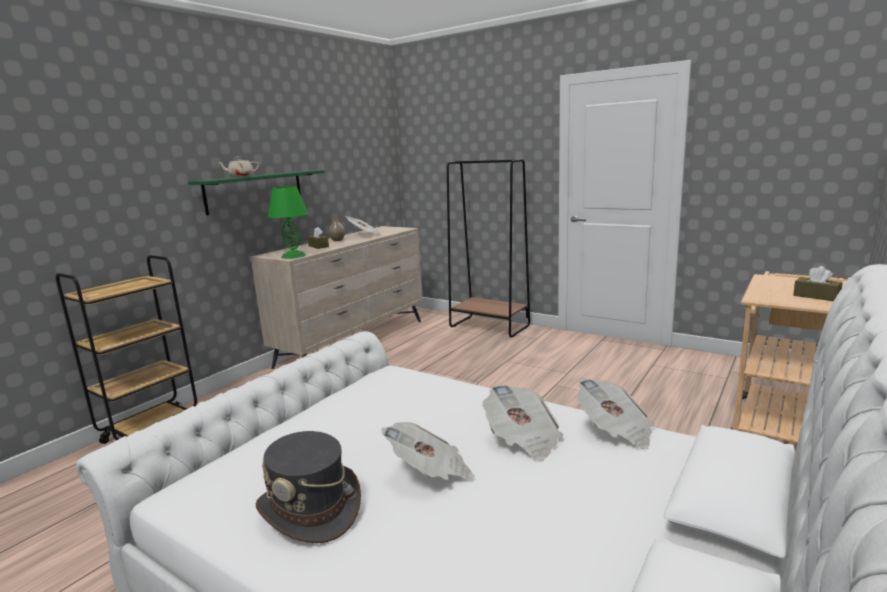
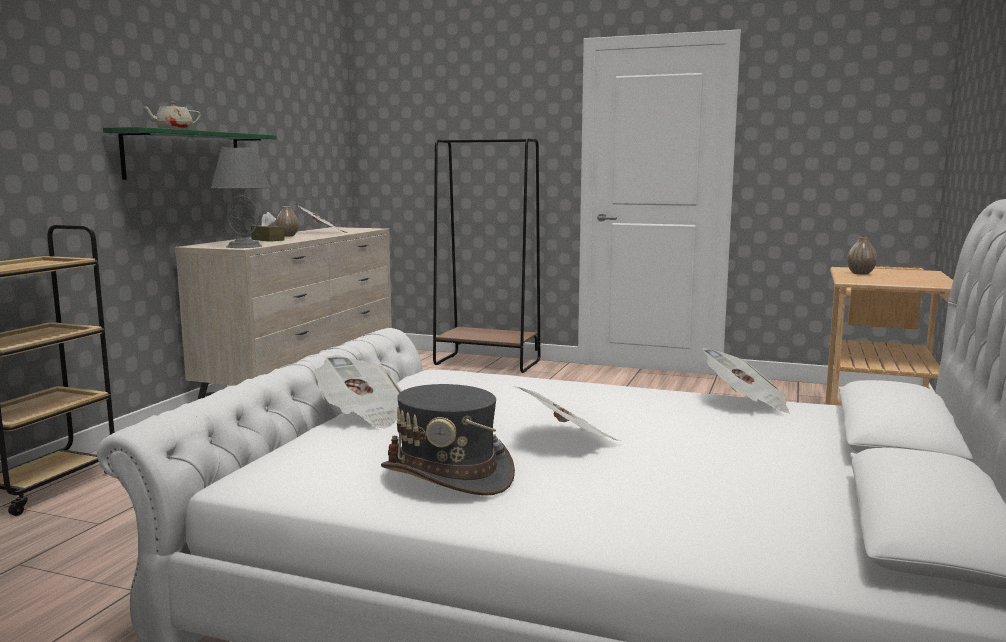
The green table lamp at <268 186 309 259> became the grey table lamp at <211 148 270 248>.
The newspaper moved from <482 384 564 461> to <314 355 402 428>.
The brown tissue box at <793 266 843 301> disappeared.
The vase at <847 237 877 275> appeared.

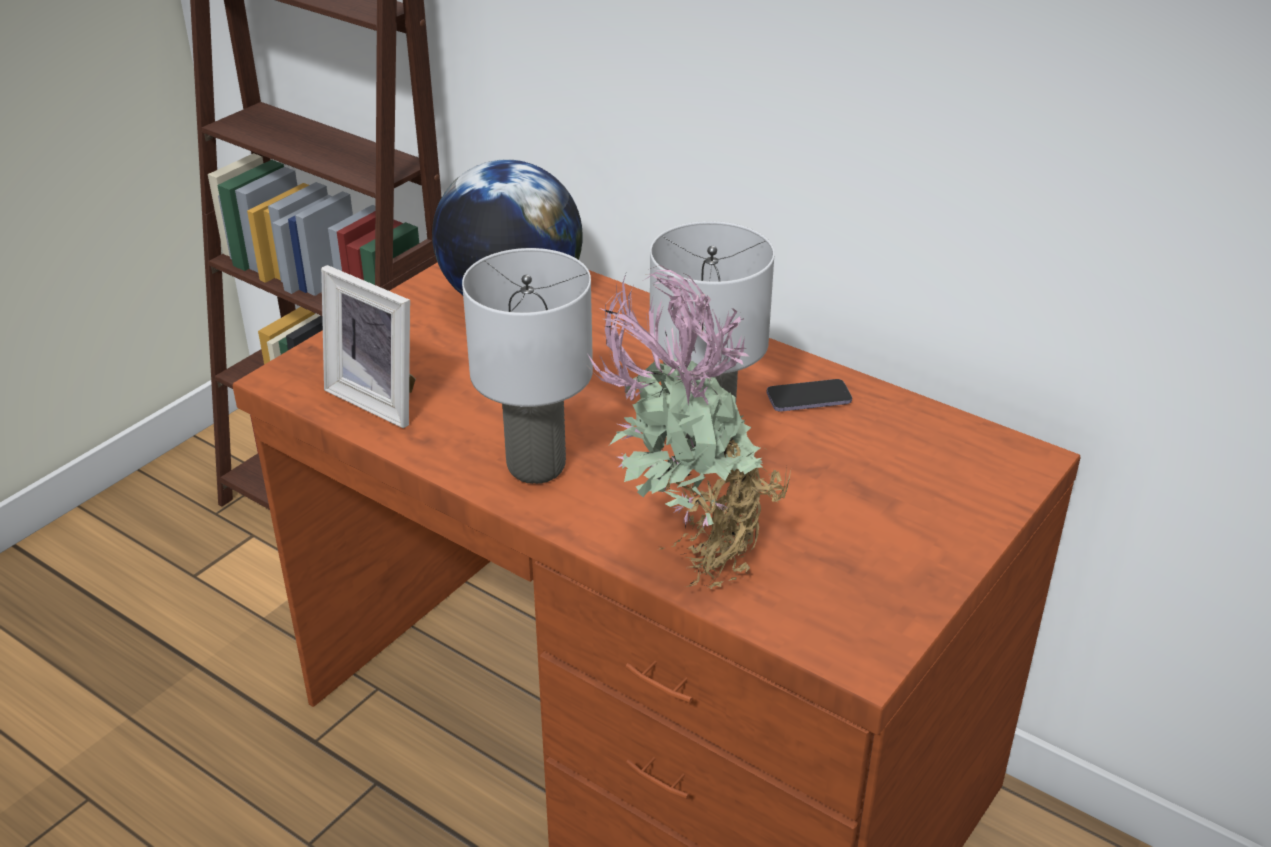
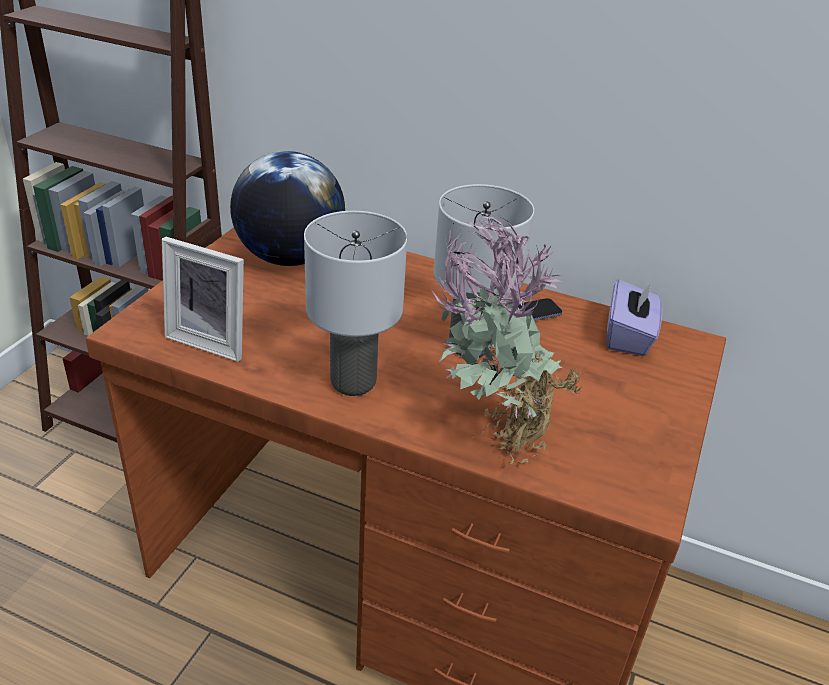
The purple tissue box at <607 279 662 356> appeared.

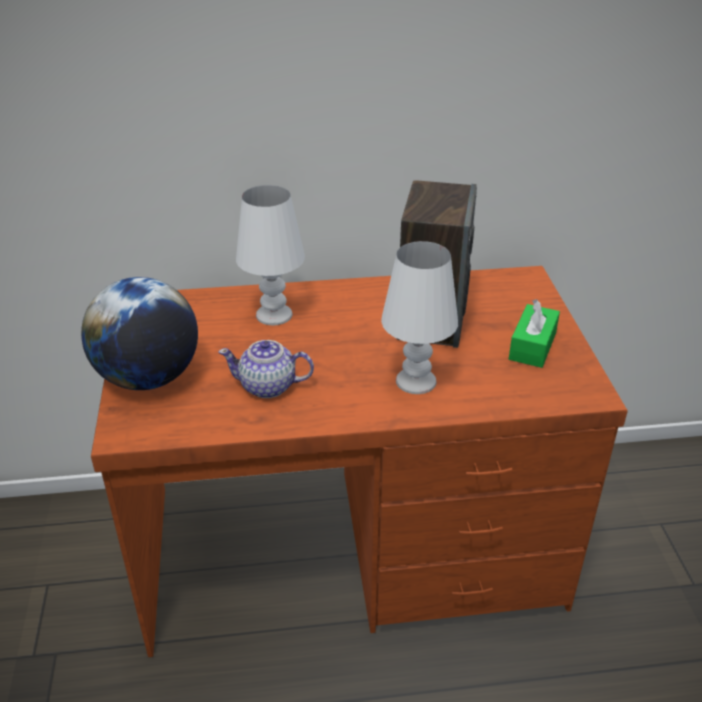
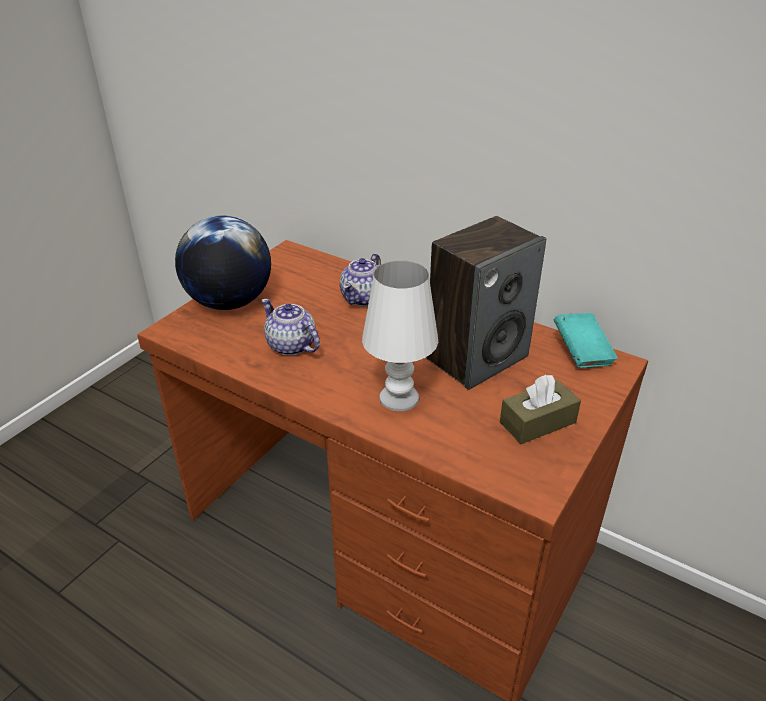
The white table lamp at <236 185 305 325> was replaced by the teapot at <340 253 381 306>.
The green tissue box at <509 299 560 368> became the brown tissue box at <500 375 581 444>.
The turquoise book at <554 313 618 368> appeared.

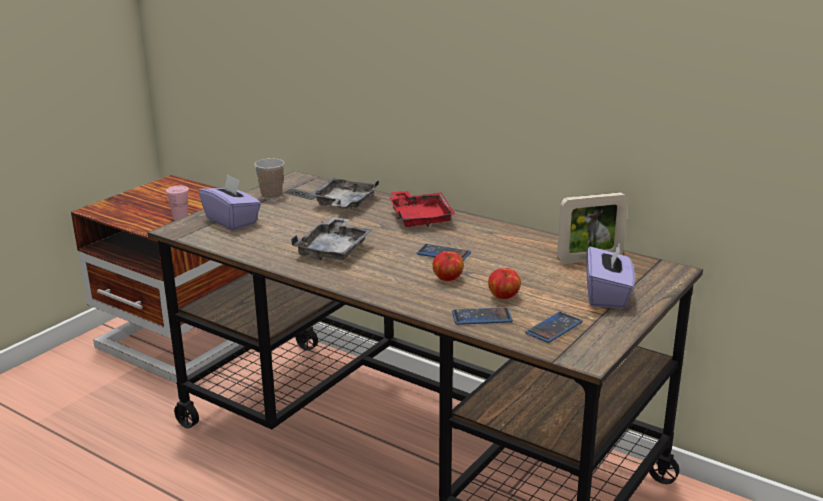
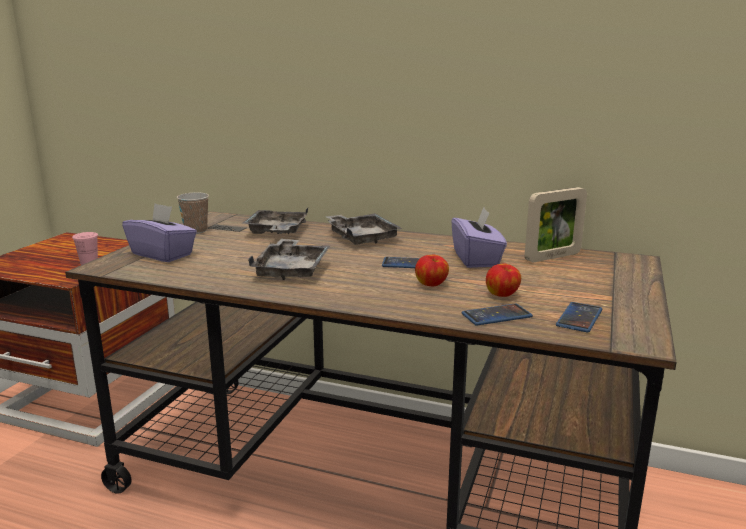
The red tray at <390 191 455 227> became the grey tray at <325 213 403 245>.
The purple tissue box moved from <587 242 635 309> to <451 207 507 268>.

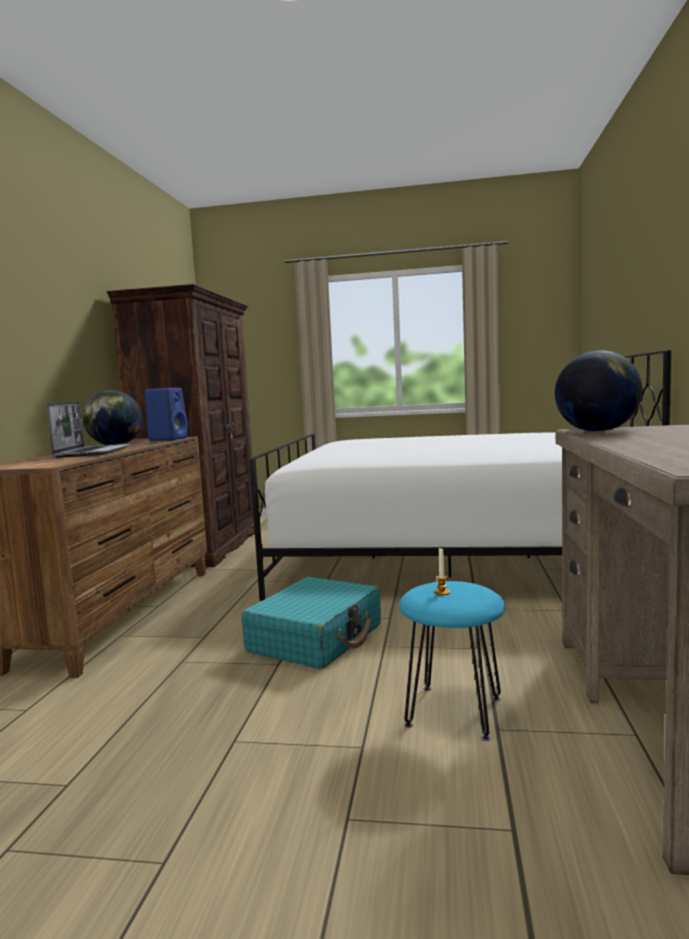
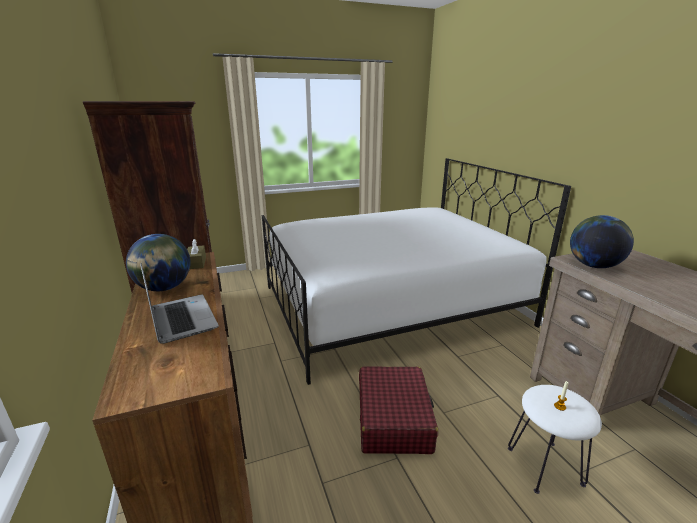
The blue speaker at <145 388 188 441> was replaced by the brown tissue box at <187 239 206 269>.
The turquoise suitcase at <241 577 381 669> became the red suitcase at <359 366 438 454>.
The turquoise stool at <399 581 505 741> became the white stool at <508 385 602 494>.

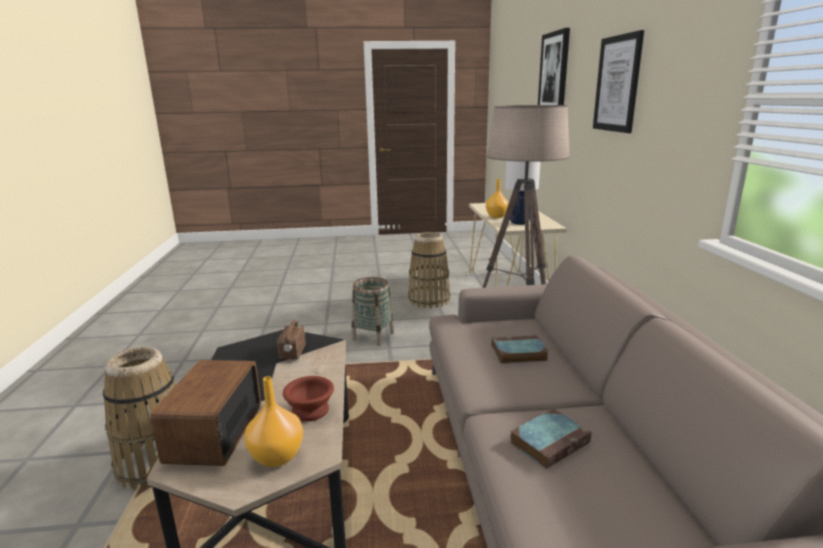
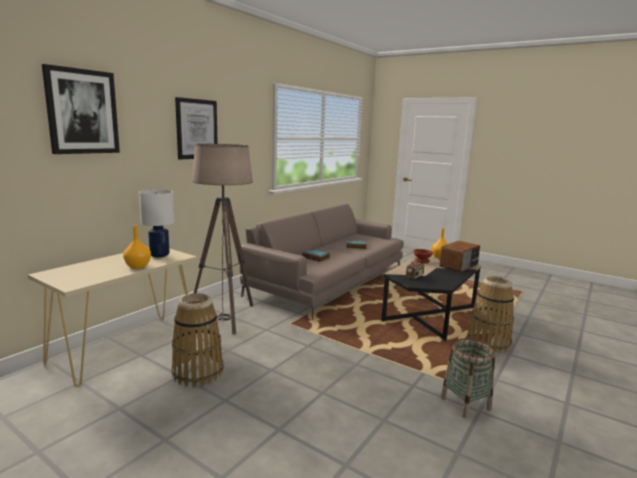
The basket moved from <352 277 394 346> to <441 338 495 418>.

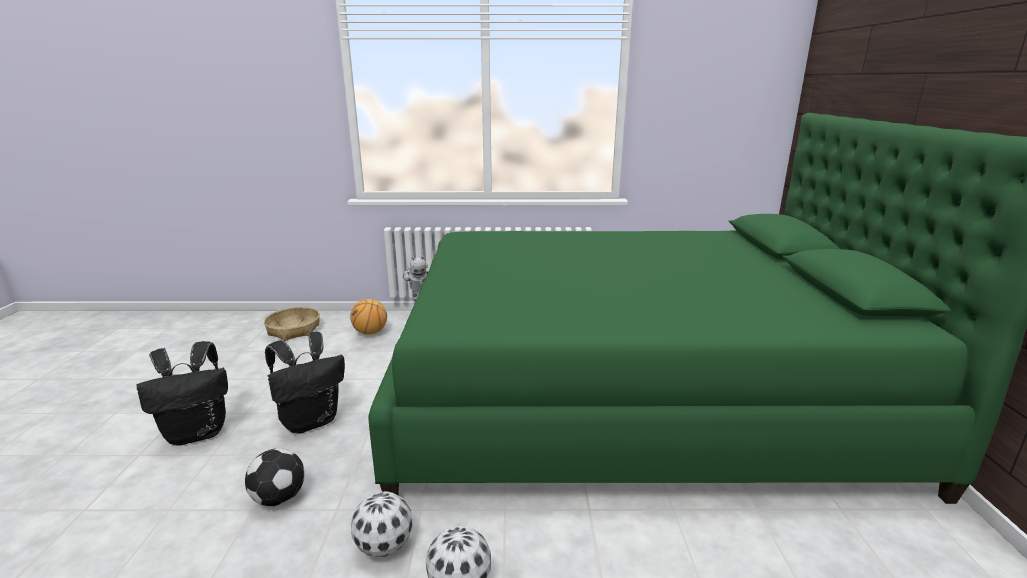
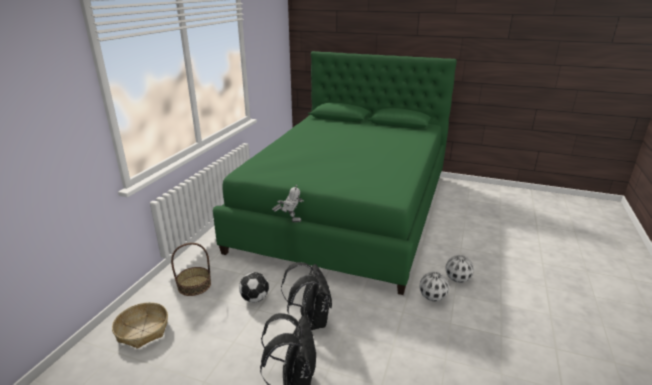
The football moved from <245 448 305 506> to <239 272 269 303>.
The basketball at <350 299 387 335> was replaced by the basket at <171 243 211 296>.

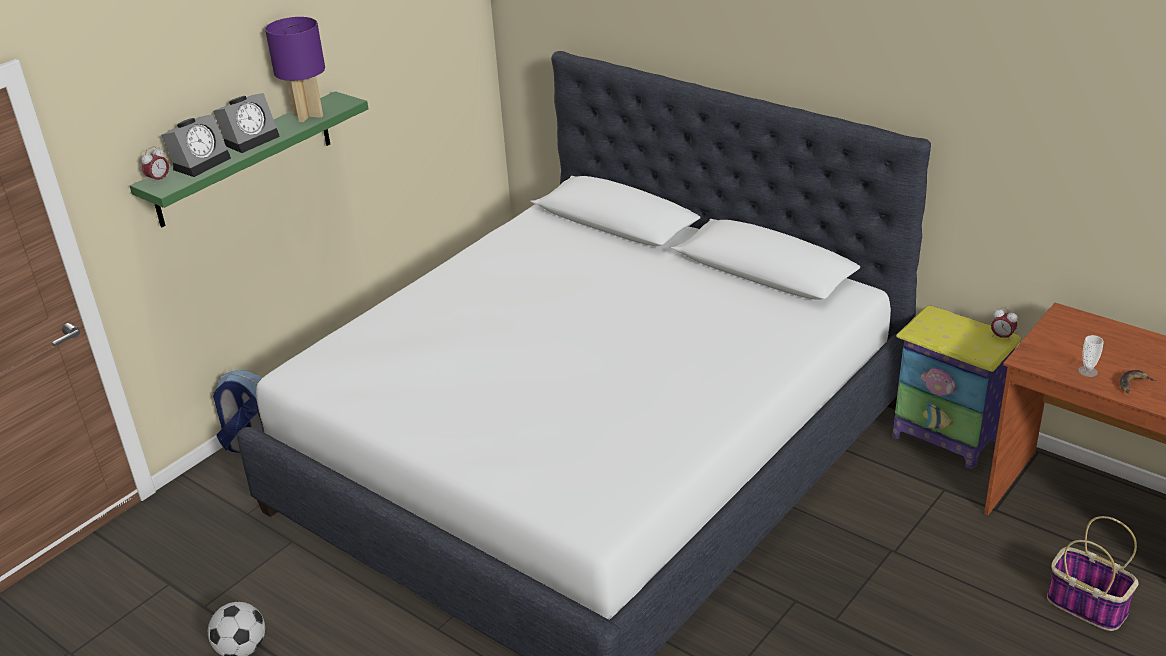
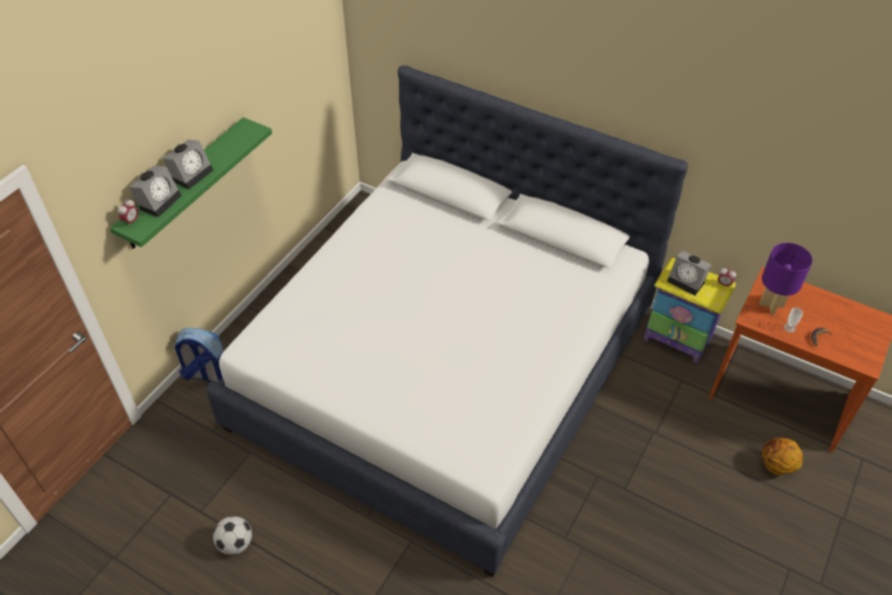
The purple table lamp moved from <265 17 325 122> to <759 243 813 315>.
The basket at <1047 516 1139 631> was replaced by the basketball at <762 438 803 475>.
The alarm clock at <667 251 711 295> appeared.

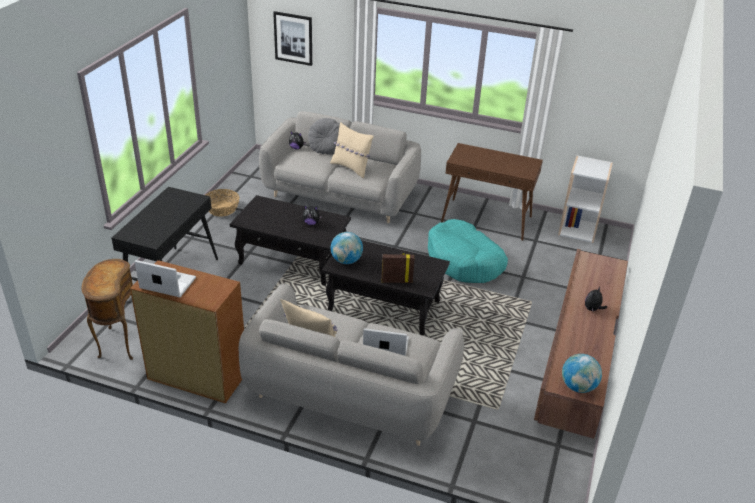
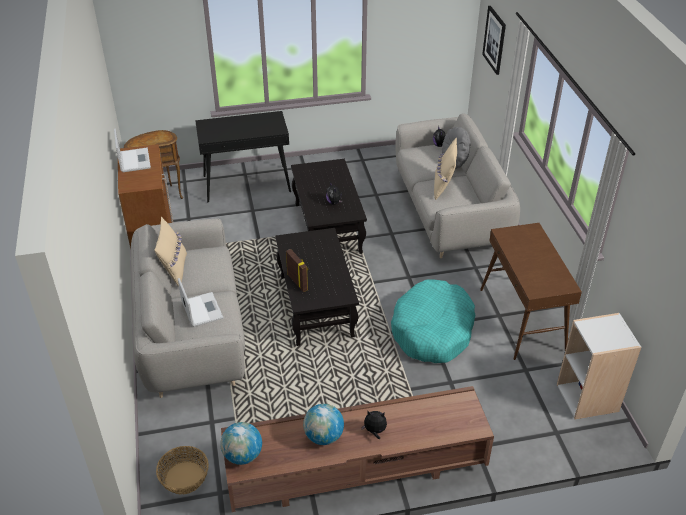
The basket moved from <206 189 240 217> to <156 446 209 494>.
The globe moved from <331 232 363 264> to <303 404 344 445>.

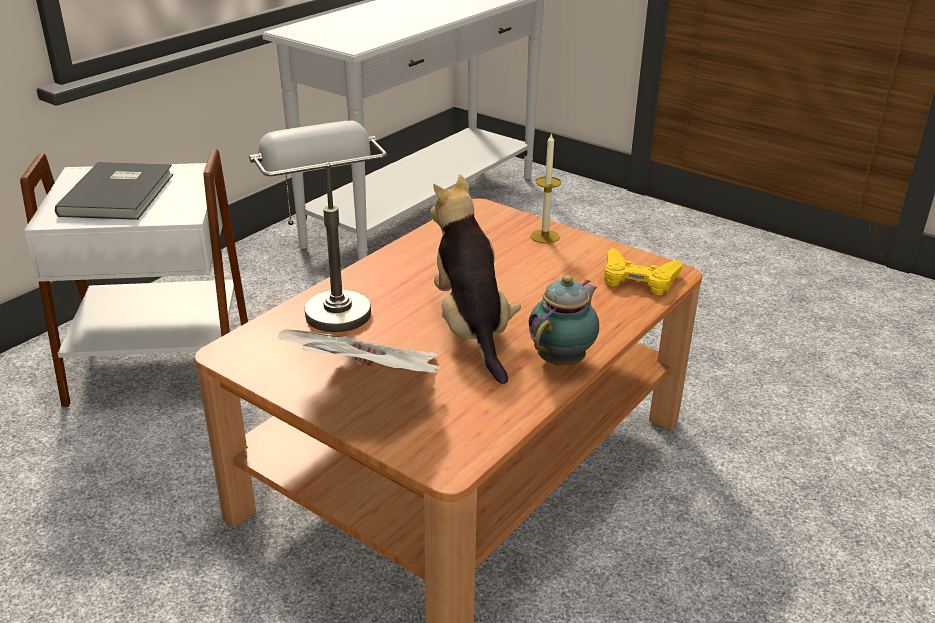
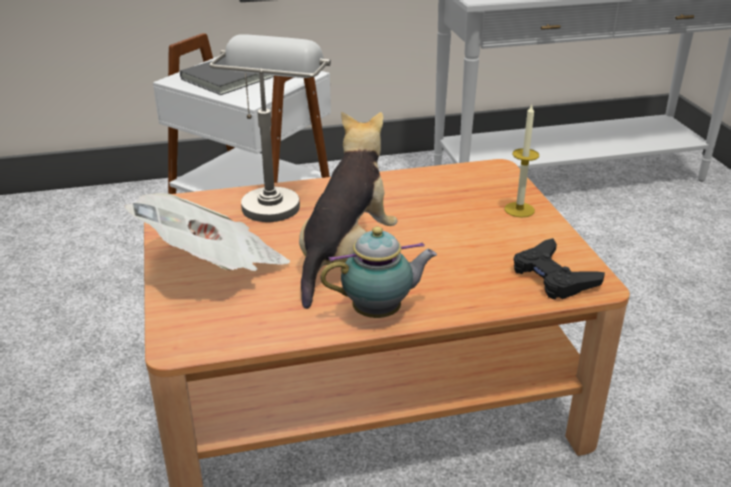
The yellow game controller at <604 248 682 295> became the black game controller at <514 238 605 299>.

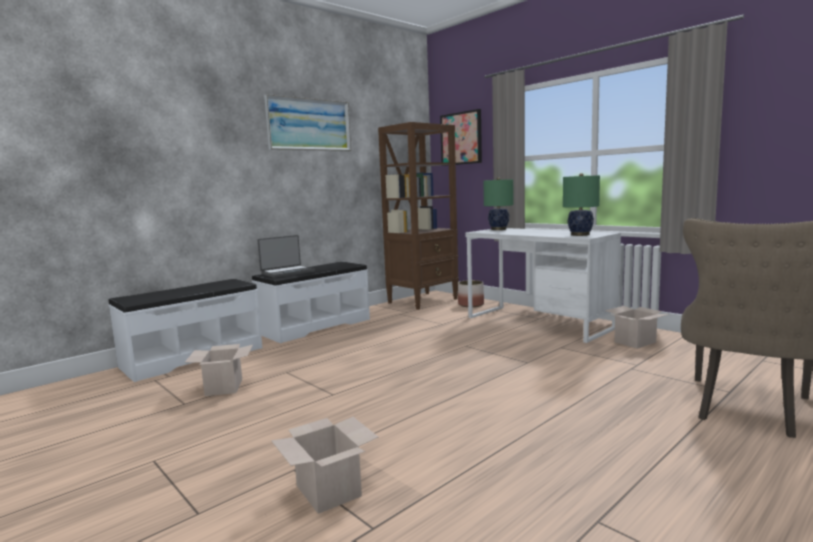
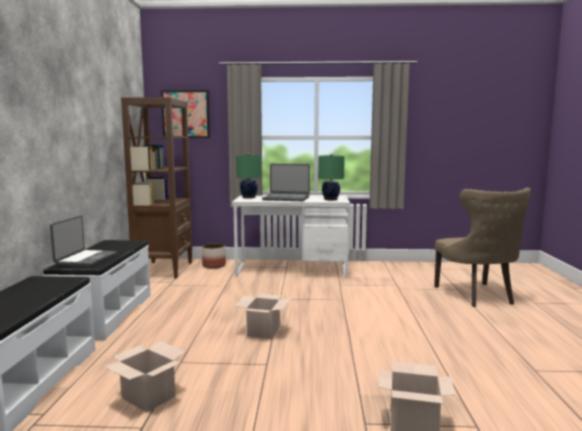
The picture at <264 94 351 151> disappeared.
The cardboard box moved from <605 306 669 349> to <234 294 291 339>.
The laptop at <262 164 310 201> appeared.

